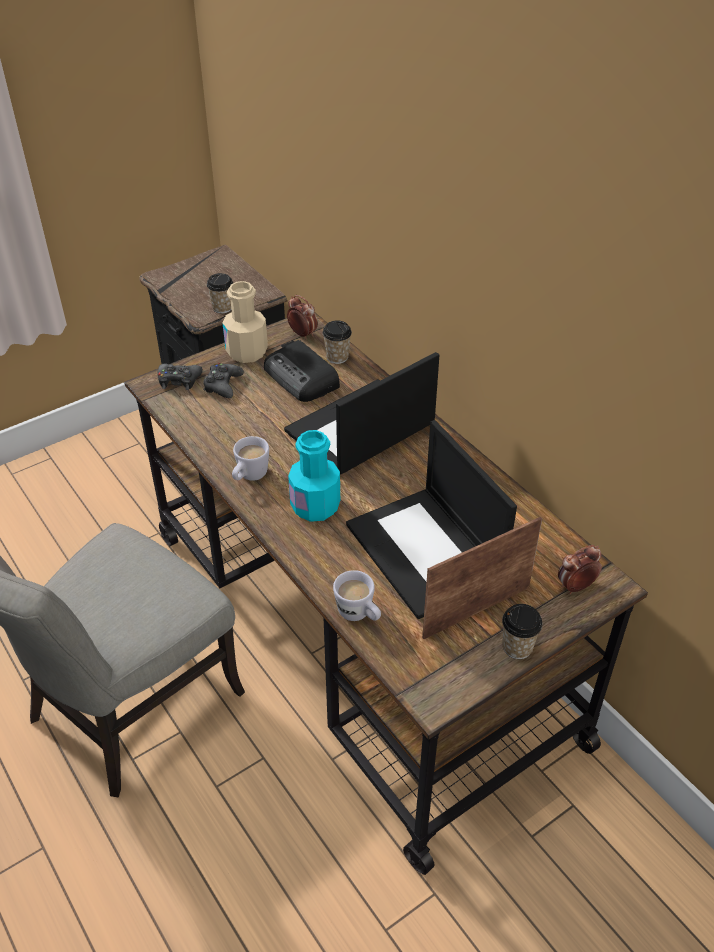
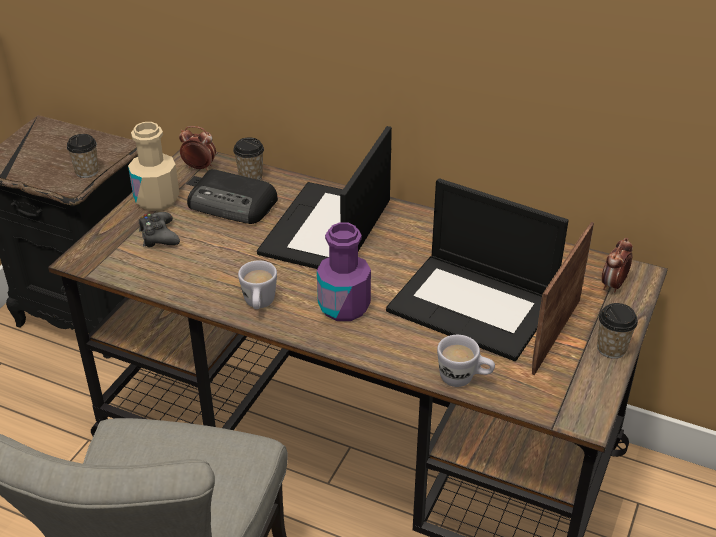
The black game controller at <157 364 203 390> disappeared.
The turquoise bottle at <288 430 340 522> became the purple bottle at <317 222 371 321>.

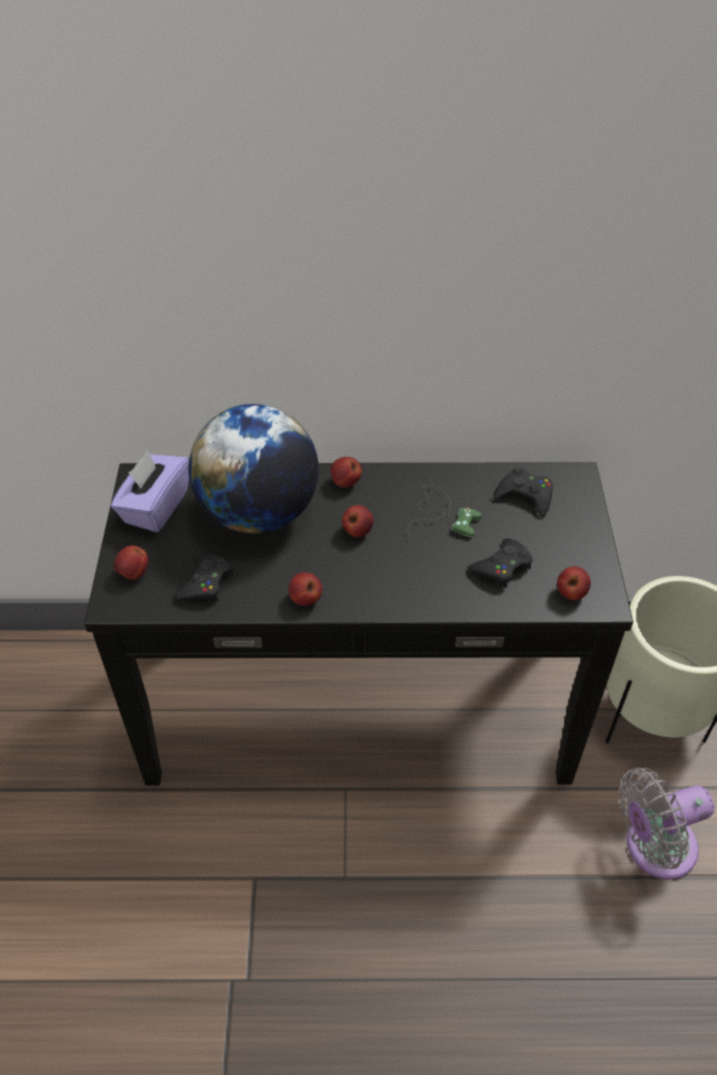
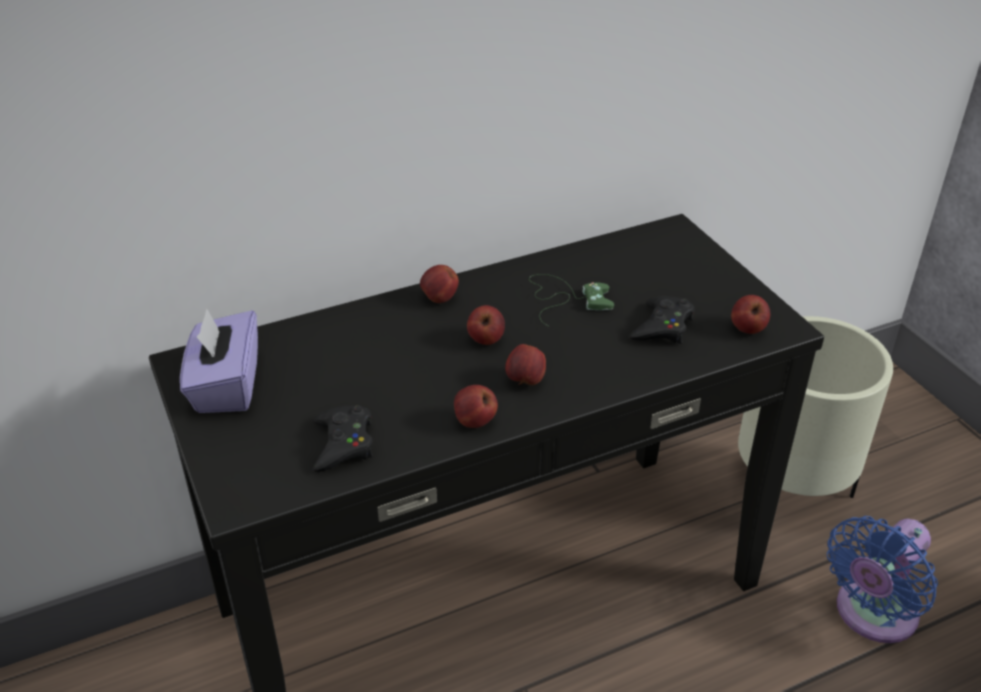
The apple moved from <114 545 148 580> to <505 344 546 385>.
The globe at <189 404 319 534> disappeared.
The black game controller at <493 468 553 517> disappeared.
The grey fan at <619 768 714 880> became the blue fan at <827 516 938 643>.

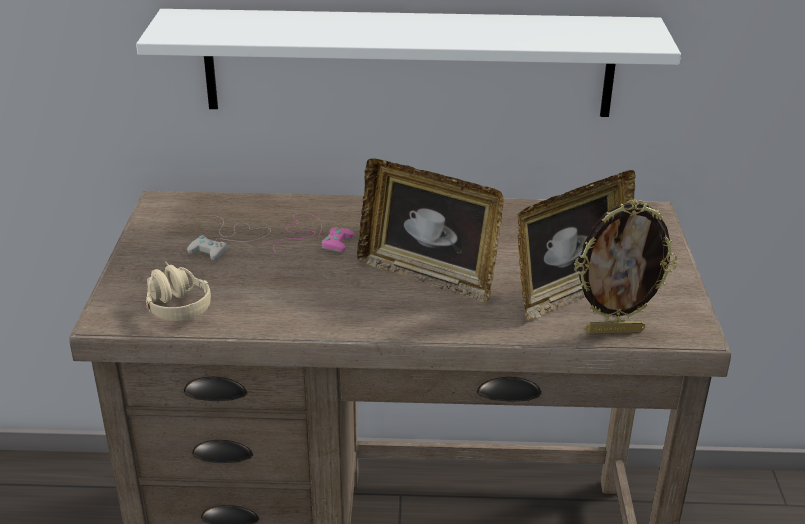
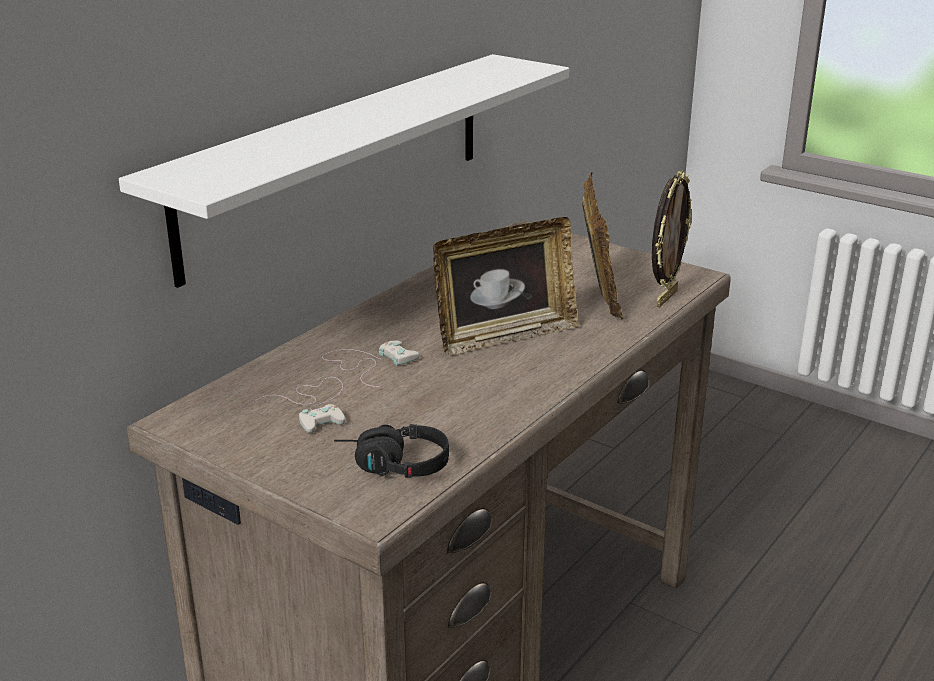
The beige headphones at <146 261 211 321> became the black headphones at <334 424 449 478>.
The pink game controller at <273 213 354 253> became the white game controller at <322 340 420 387>.

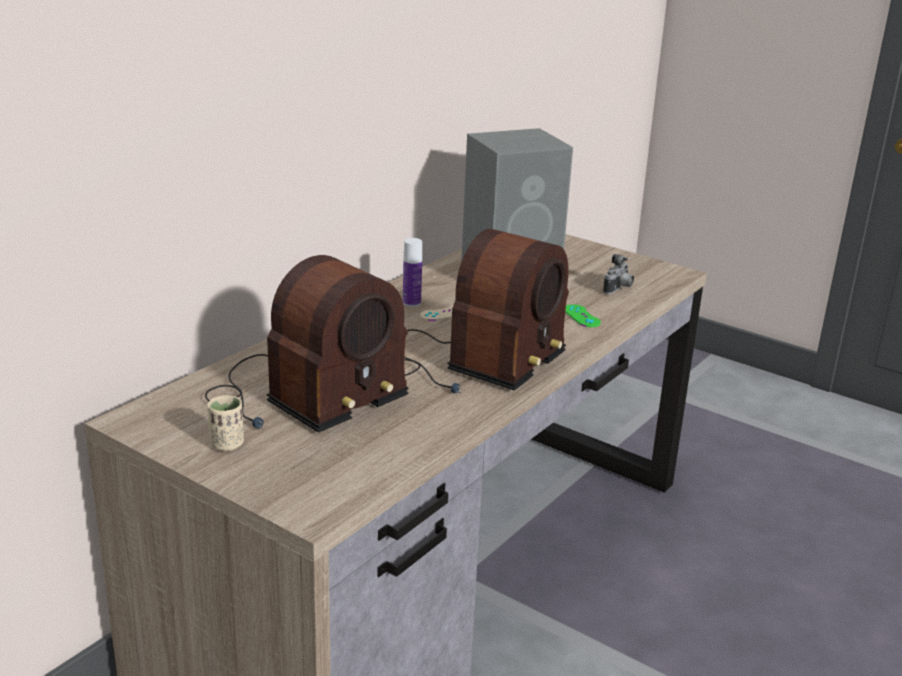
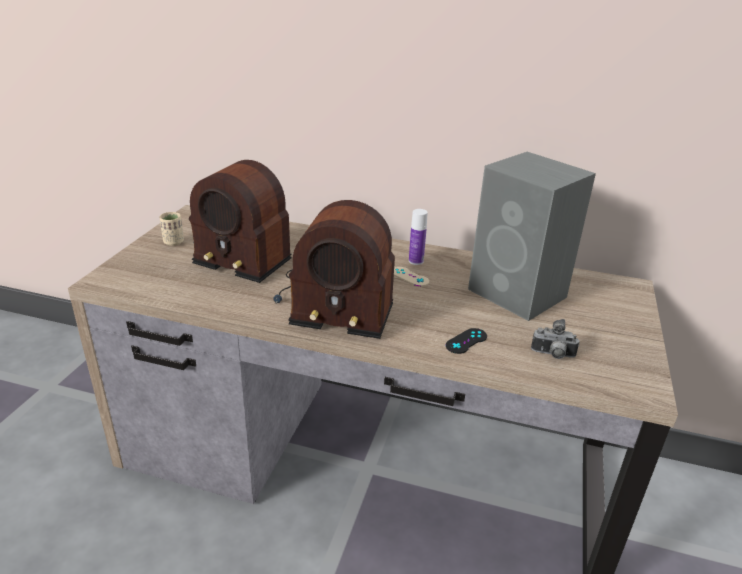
The green game controller at <565 304 601 327> became the black game controller at <446 328 487 354>.

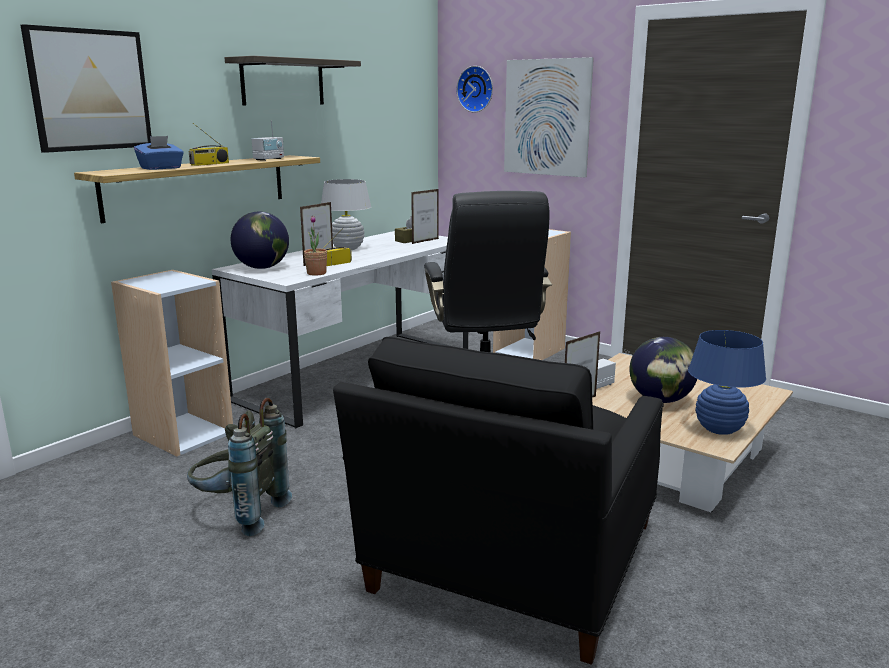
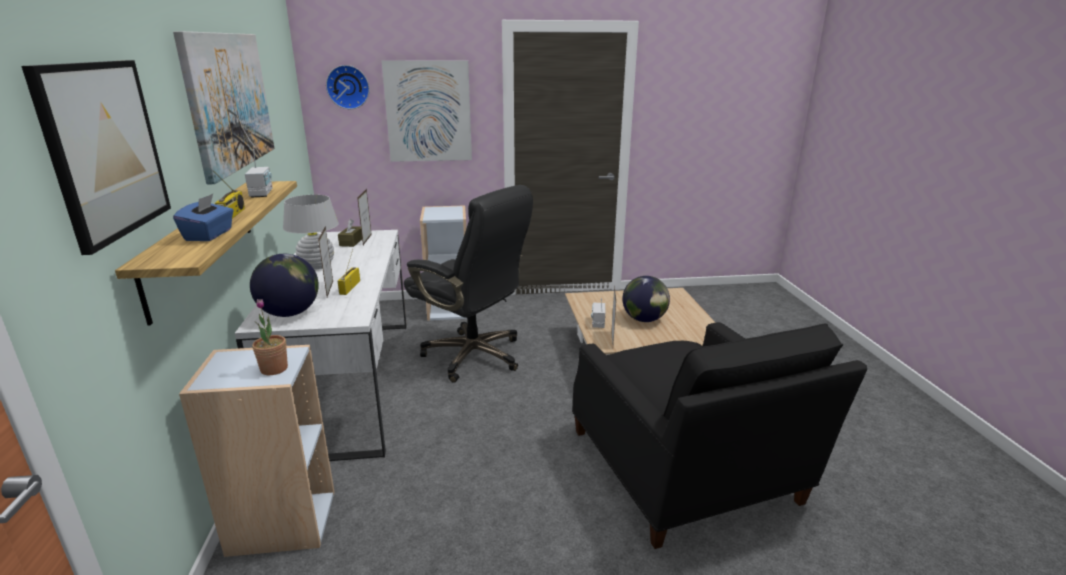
The grey backpack at <187 398 292 536> disappeared.
The shelf at <225 56 361 106> was replaced by the picture at <173 31 275 184>.
The potted plant moved from <304 215 327 276> to <252 299 288 375>.
The blue table lamp at <688 330 766 435> disappeared.

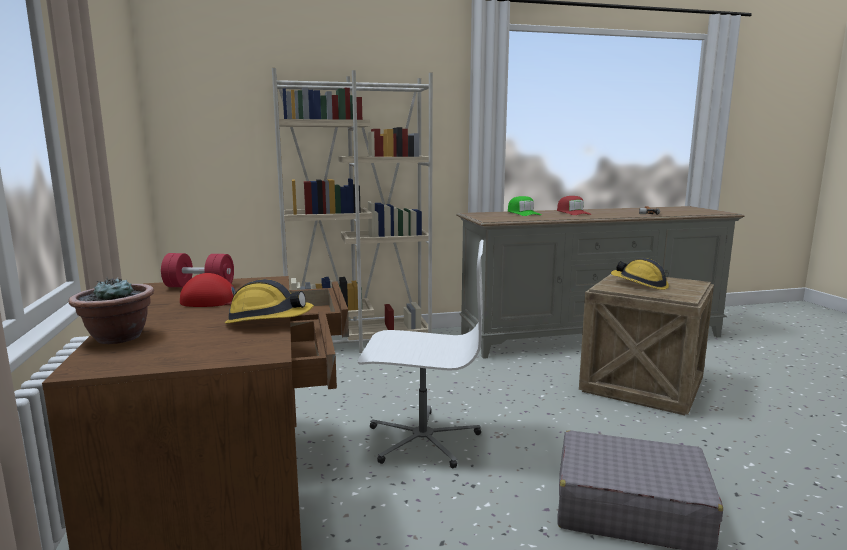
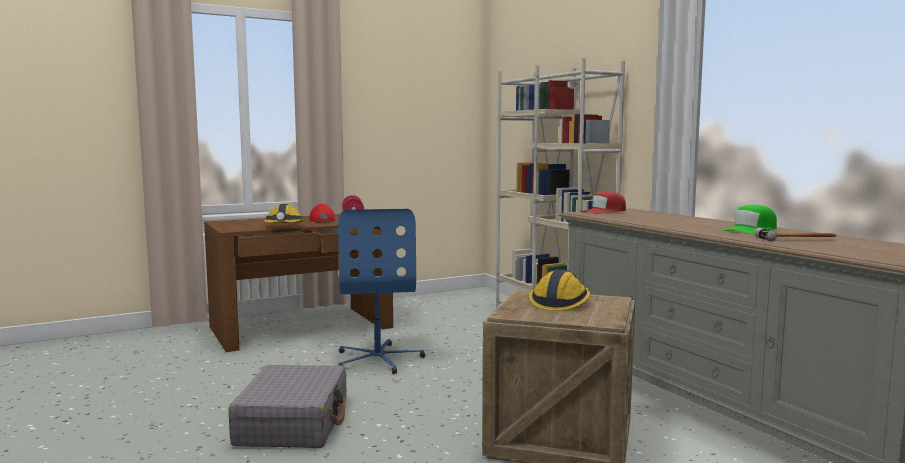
The potted plant at <68 277 154 344> disappeared.
The white office chair at <358 240 483 468> became the blue office chair at <338 209 425 374>.
The green cap moved from <508 196 541 216> to <722 205 777 234>.
The red cap moved from <557 196 592 215> to <581 191 626 214>.

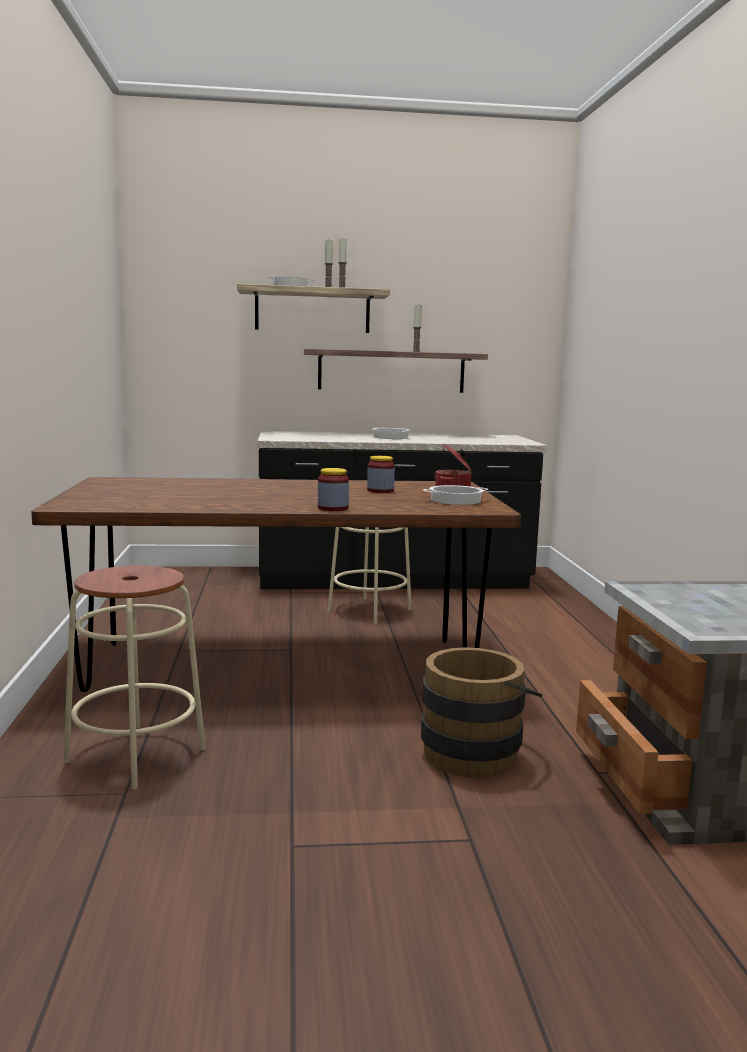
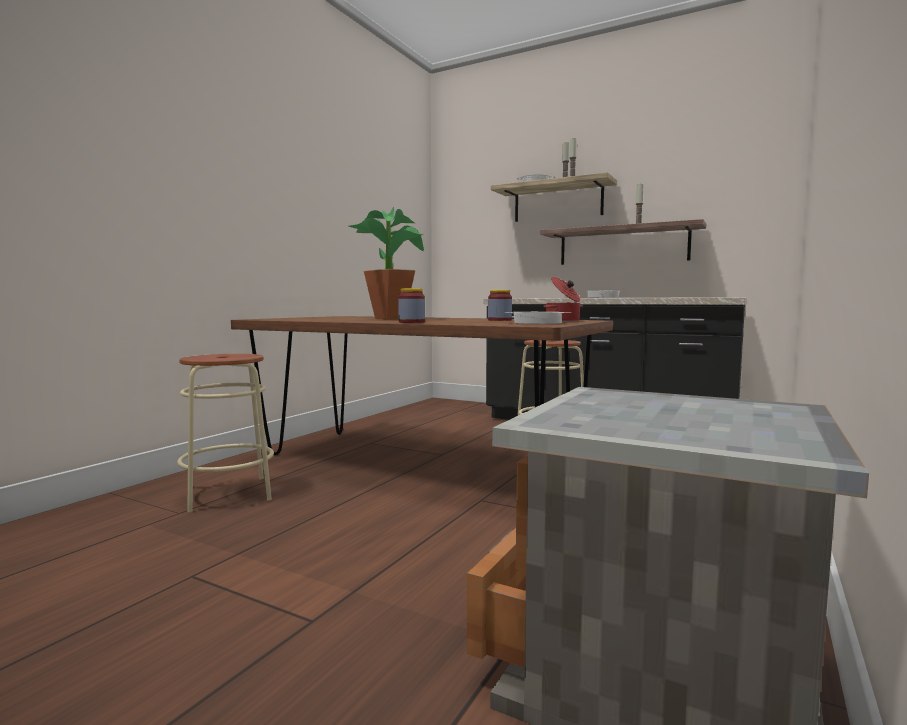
The brown bucket at <421 647 543 778> disappeared.
The potted plant at <349 207 424 319> appeared.

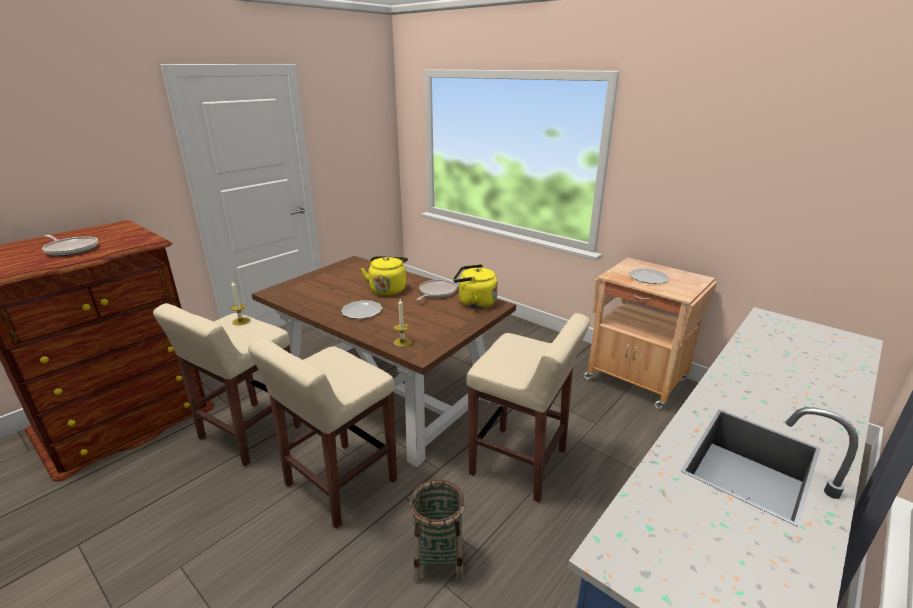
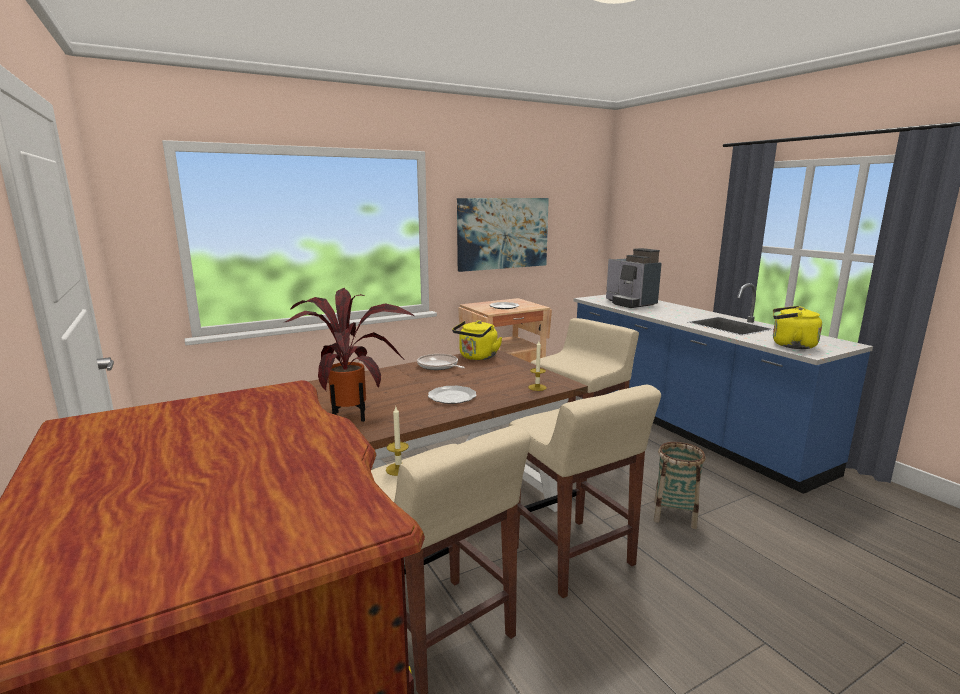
The frying pan at <42 235 98 256> disappeared.
The yellow kettle moved from <361 256 408 296> to <773 306 822 349>.
The potted plant at <285 288 414 422> appeared.
The picture at <457 198 549 272> appeared.
The coffee machine at <606 248 662 308> appeared.

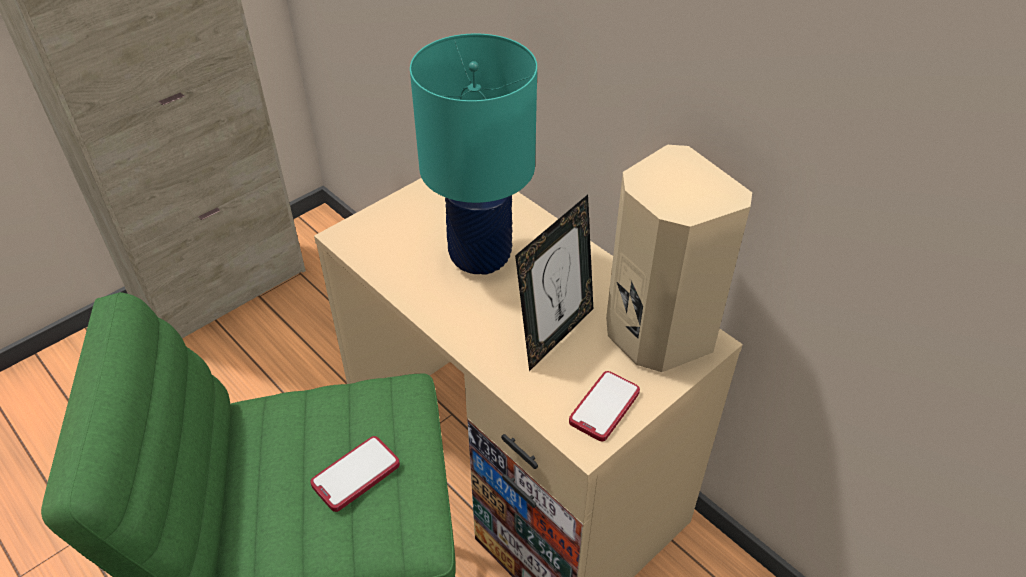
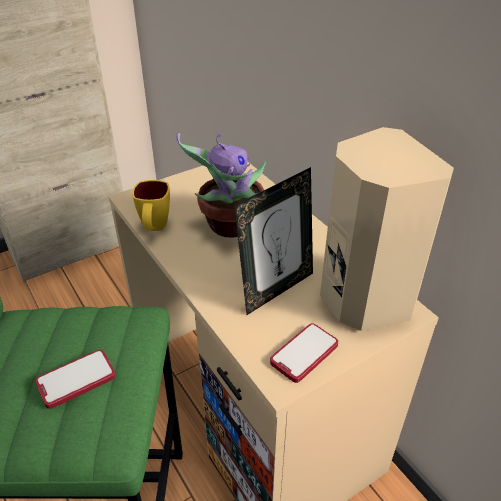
The turquoise table lamp at <410 34 537 275> was replaced by the potted plant at <176 133 266 238>.
The yellow mug at <132 180 170 231> appeared.

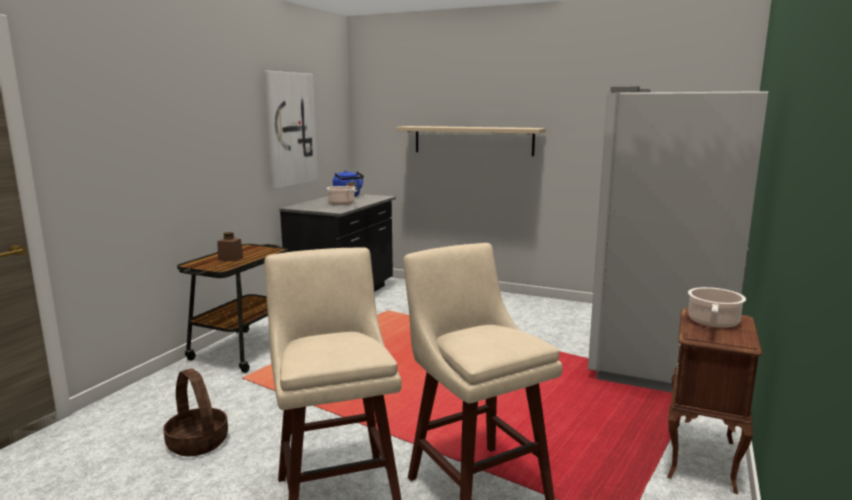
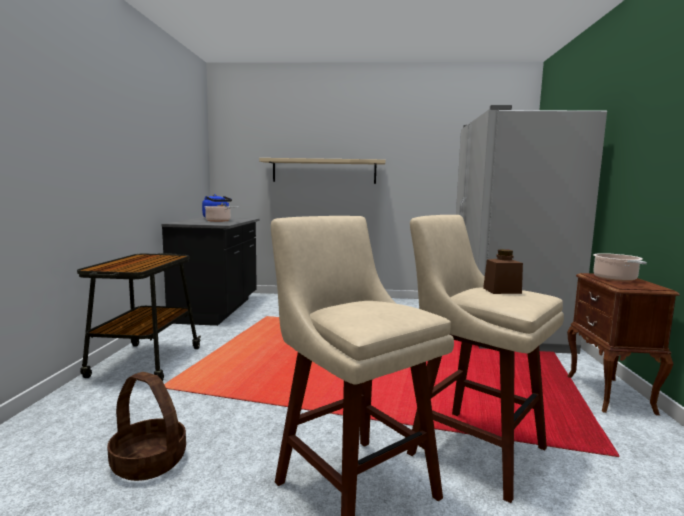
The brown jar moved from <217 232 243 262> to <483 249 523 294>.
The picture at <264 71 318 189> disappeared.

